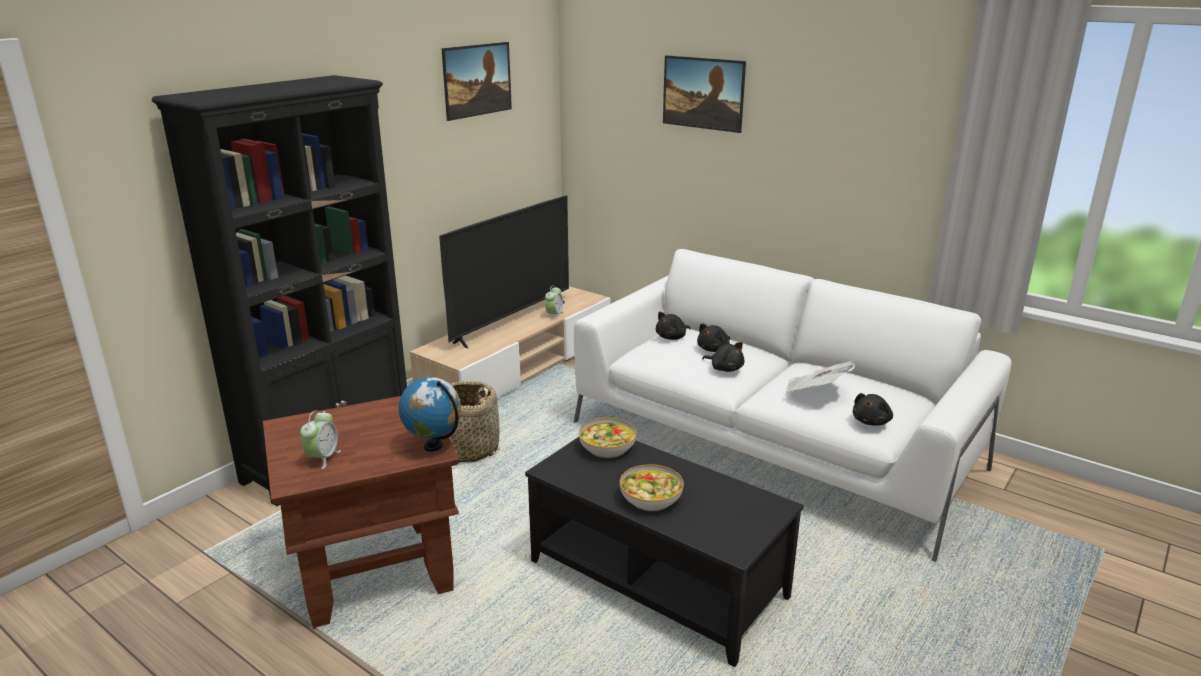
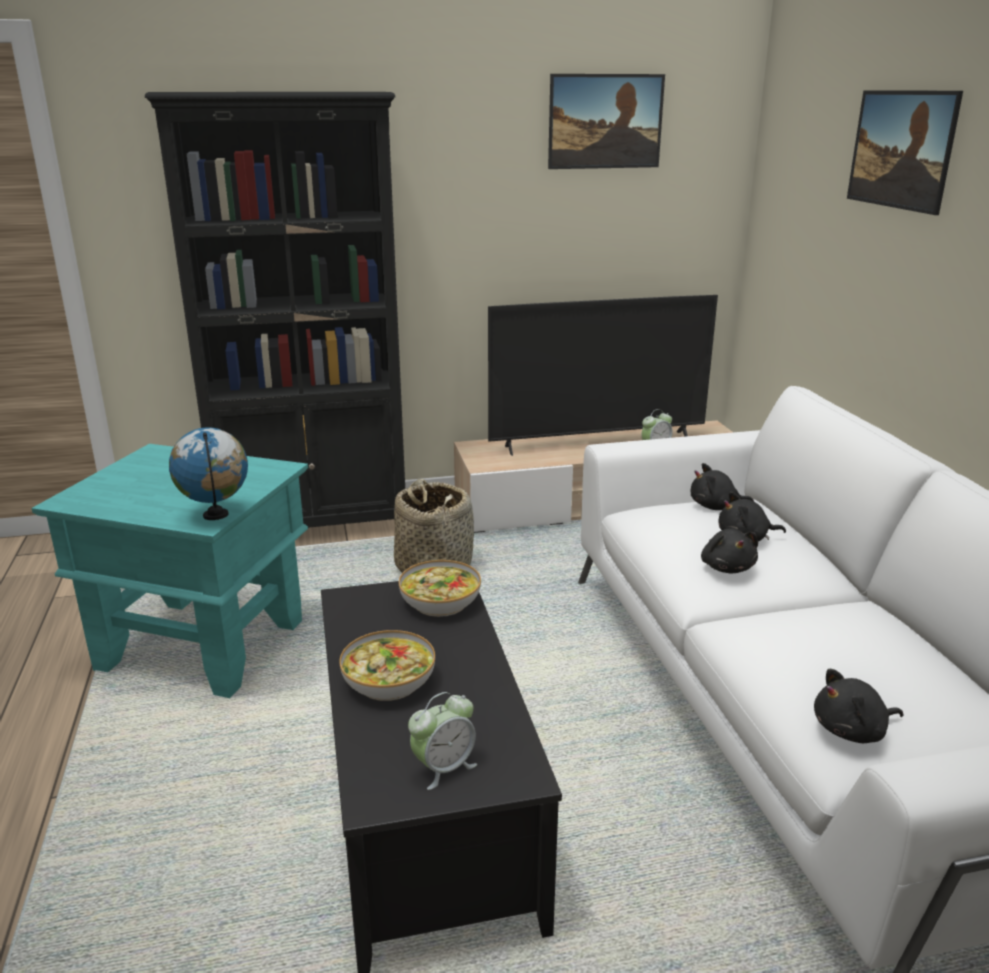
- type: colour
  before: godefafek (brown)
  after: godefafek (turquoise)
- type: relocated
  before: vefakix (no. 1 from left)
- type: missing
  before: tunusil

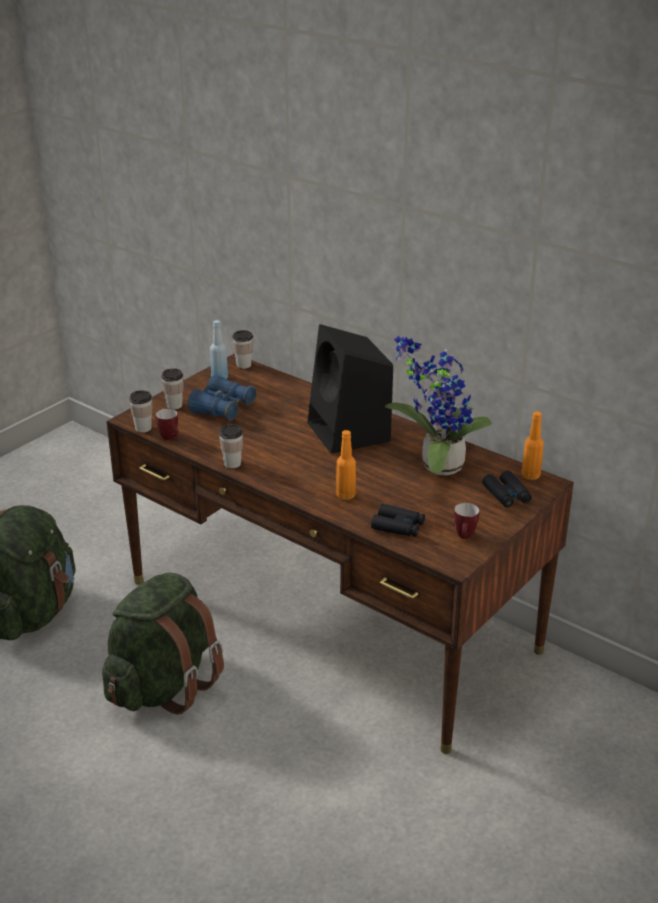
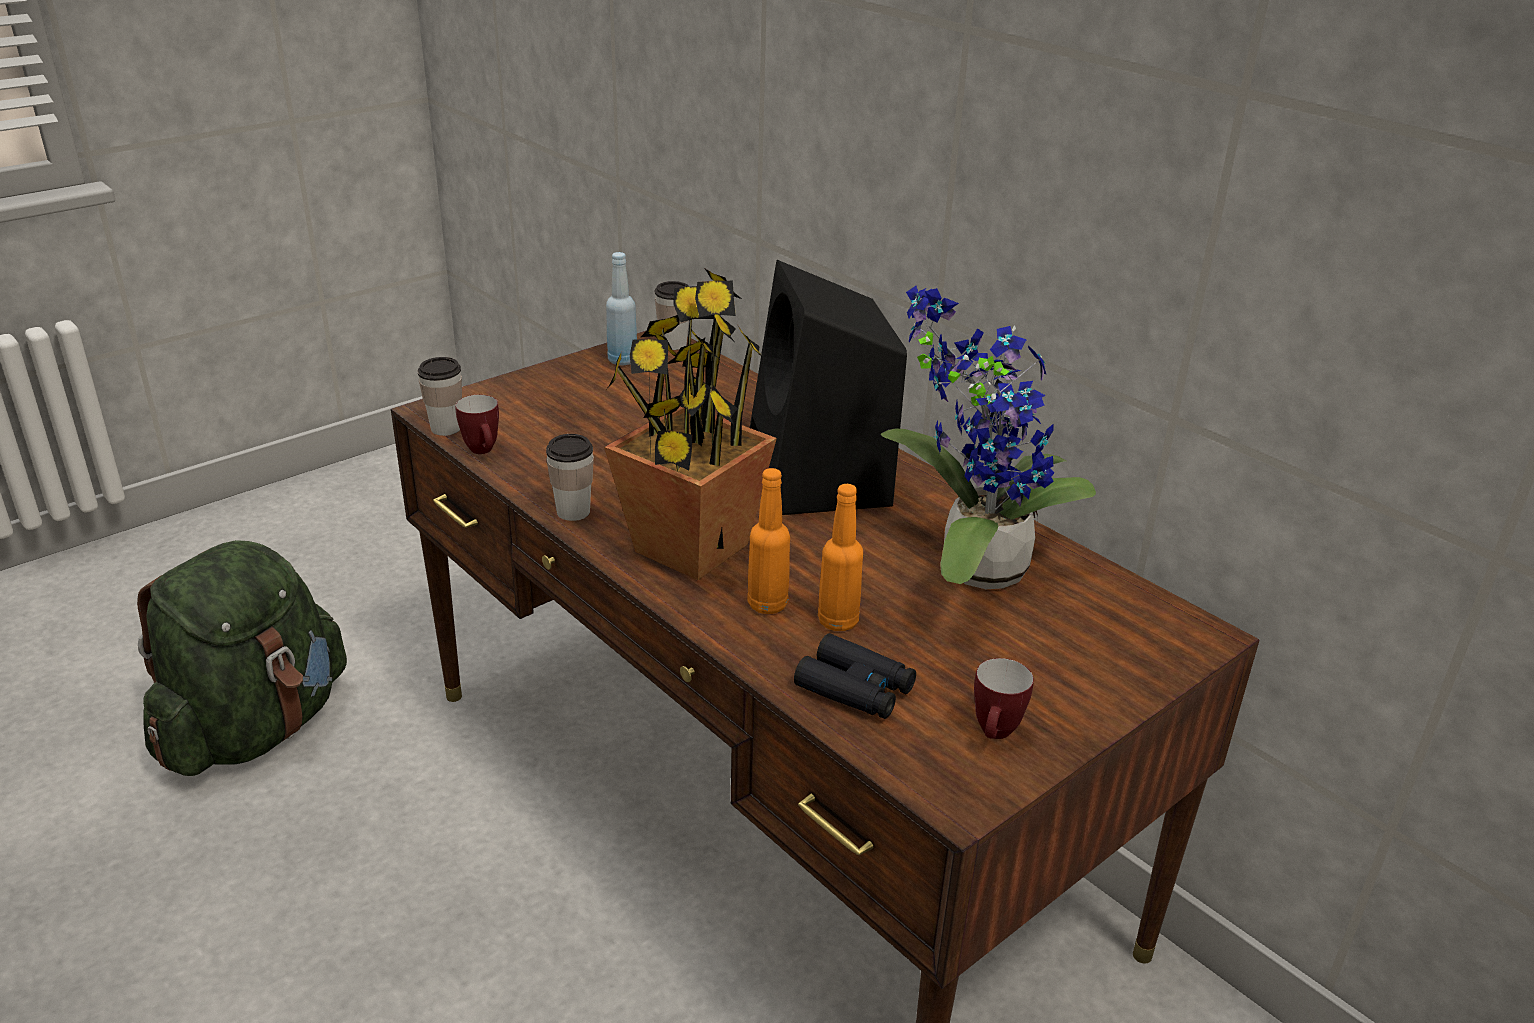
- type: missing
  before: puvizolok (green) (no. 2 from left)
- type: missing
  before: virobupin (no. 2 from left)
- type: missing
  before: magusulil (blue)
- type: missing
  before: magusulil (black) (no. 2 from left)
- type: relocated
  before: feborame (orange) (no. 2 from left)
- type: appeared
  after: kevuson (no. 1 from left)

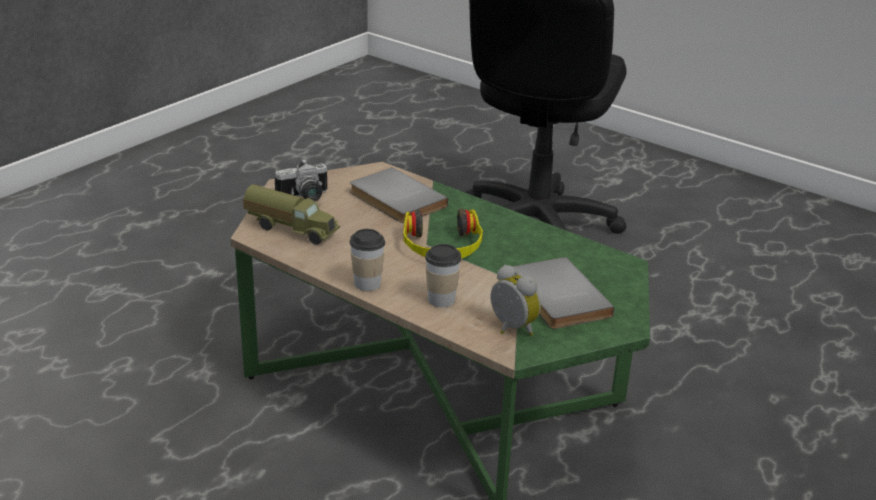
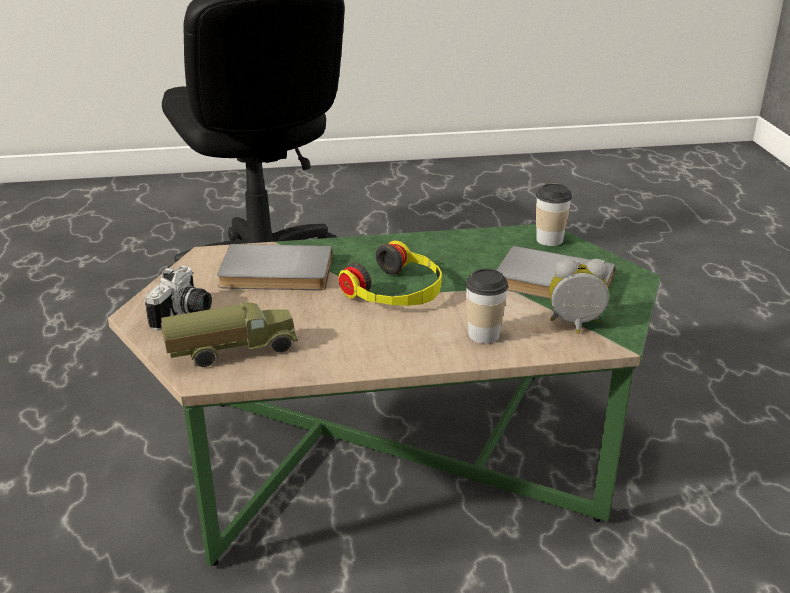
- type: relocated
  before: virobupin (no. 1 from left in the first image)
  after: virobupin (no. 2 from left)

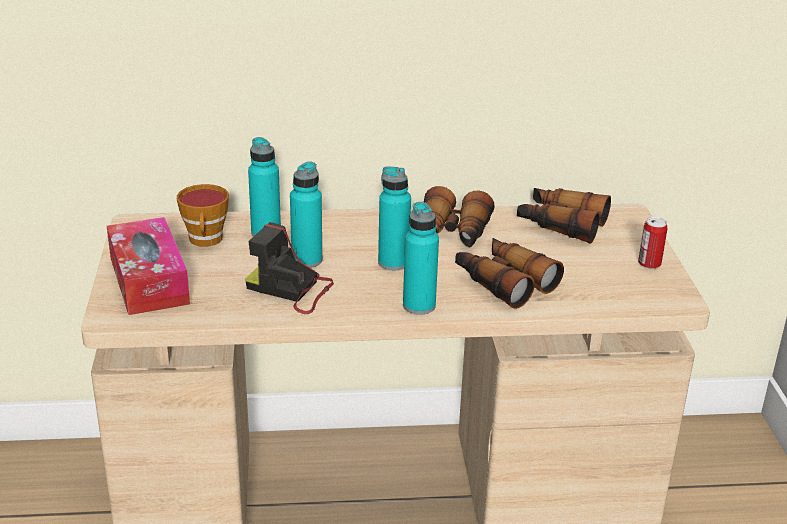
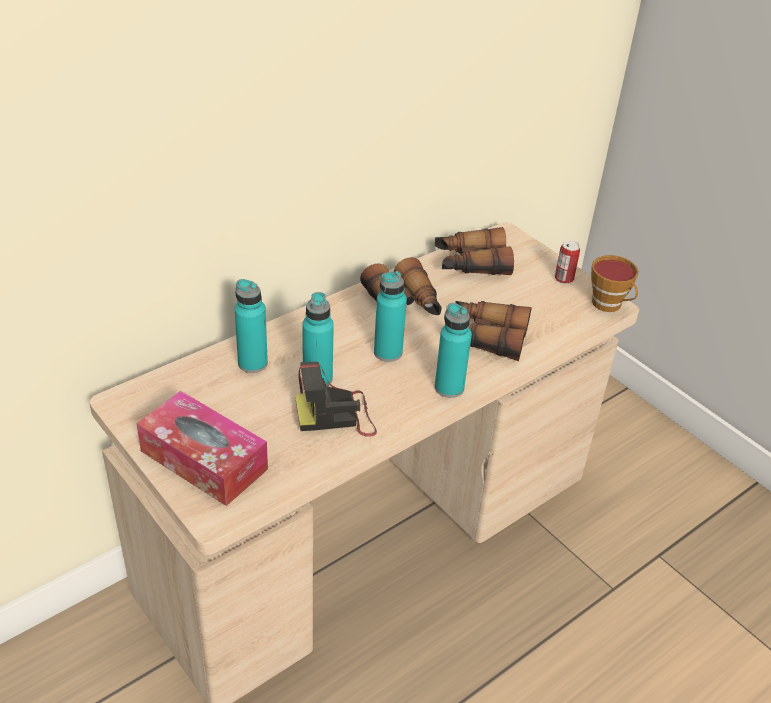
- type: relocated
  before: virobupin

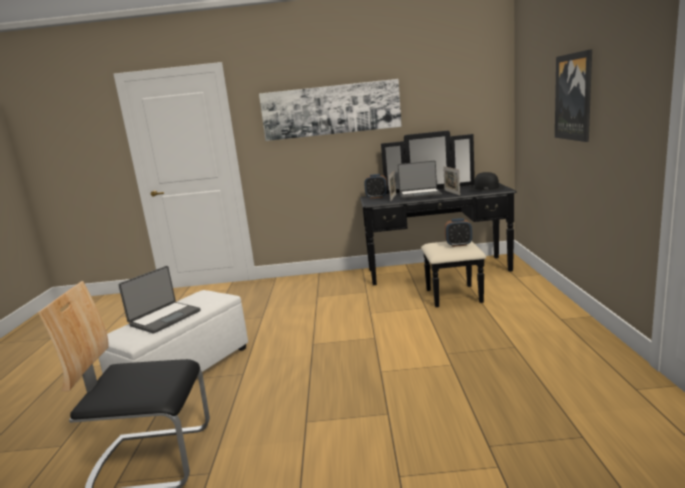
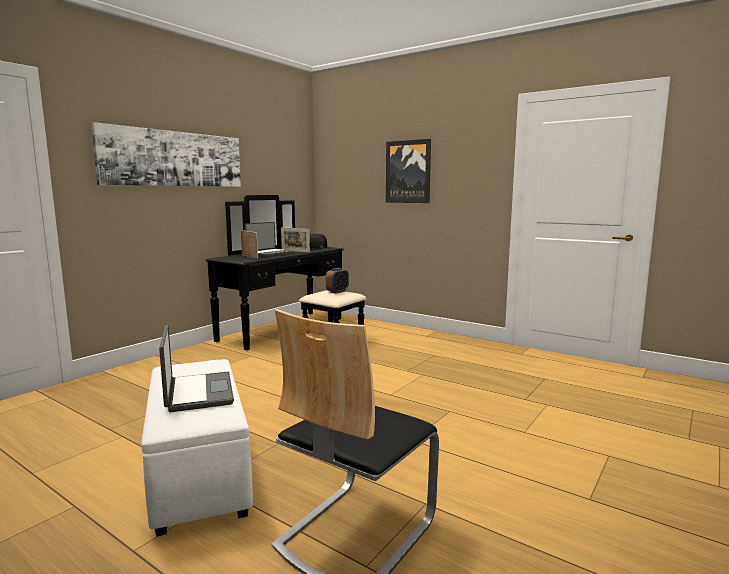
- type: missing
  before: vefakix (no. 1 from left)

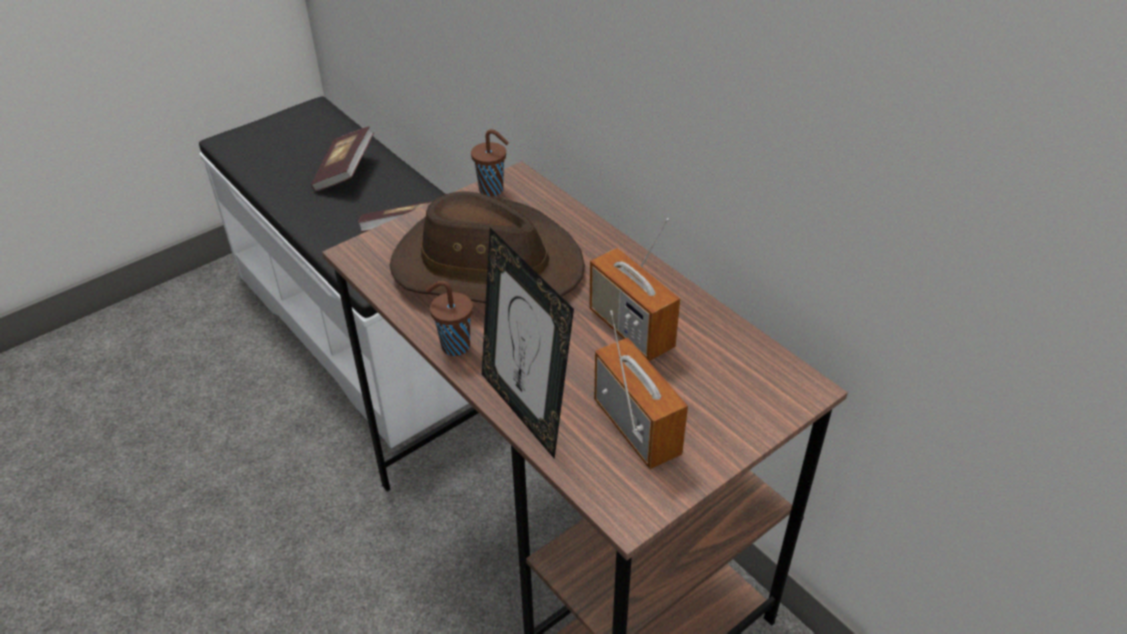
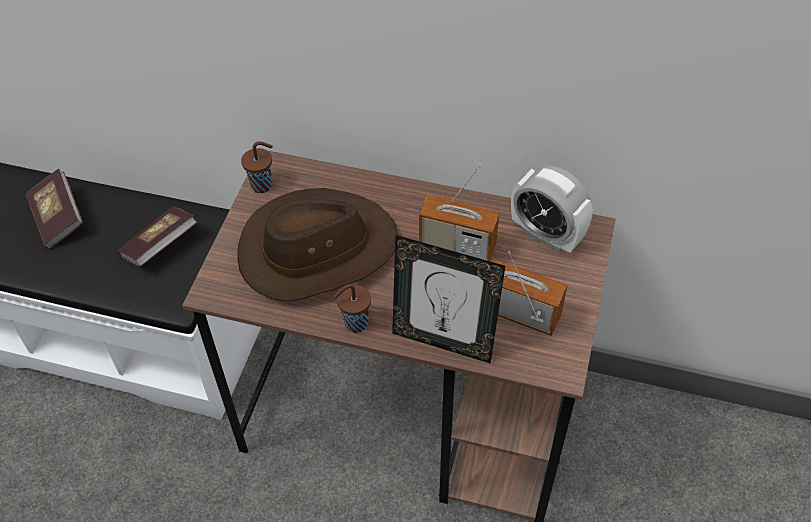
- type: appeared
  after: vefakix

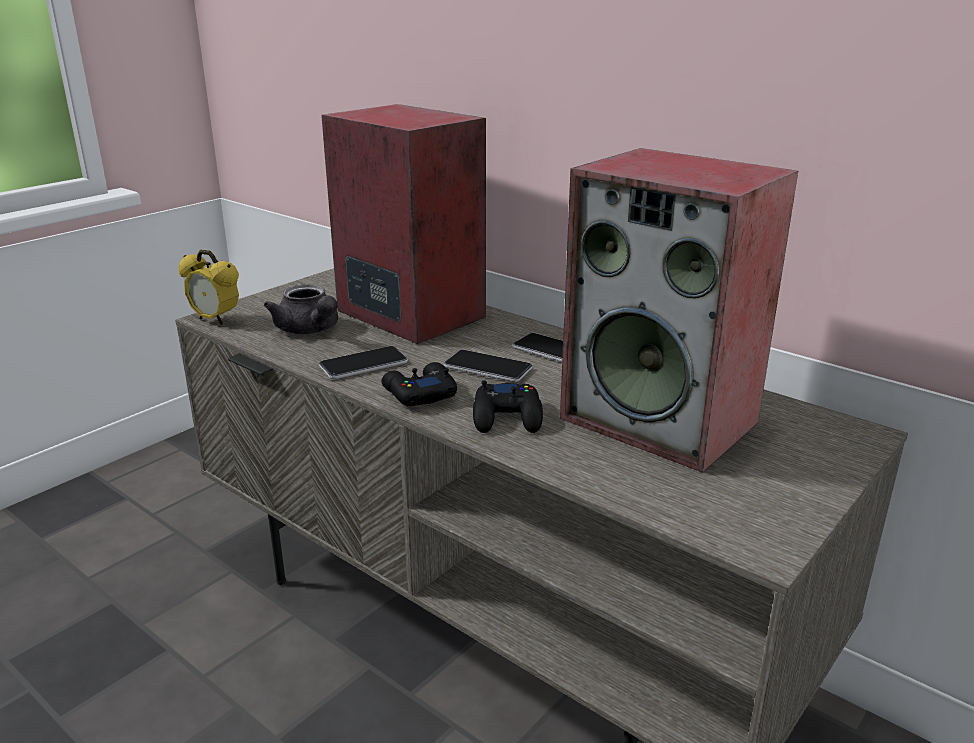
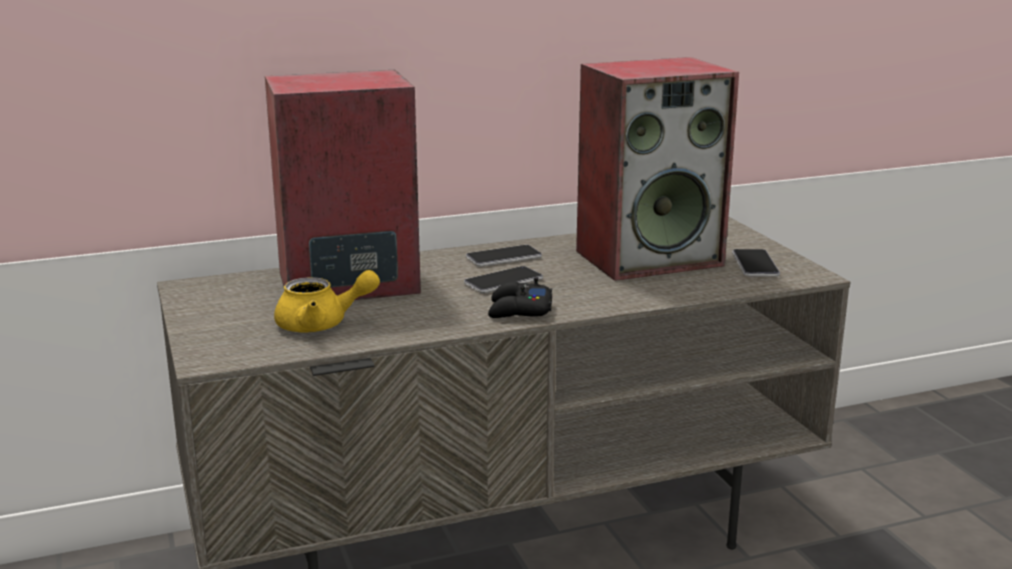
- type: missing
  before: vefakix
- type: colour
  before: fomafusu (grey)
  after: fomafusu (yellow)
- type: relocated
  before: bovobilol (no. 1 from left in the first image)
  after: bovobilol (no. 3 from left)
- type: missing
  before: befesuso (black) (no. 2 from left)

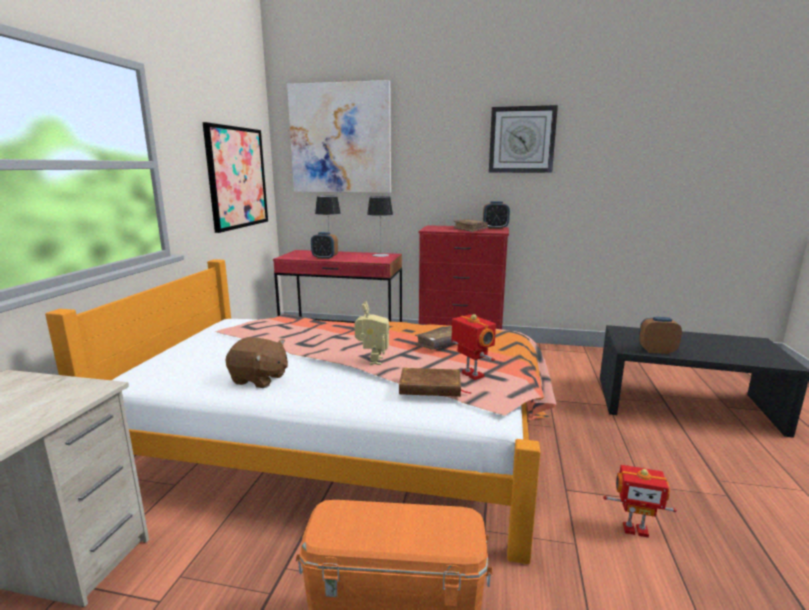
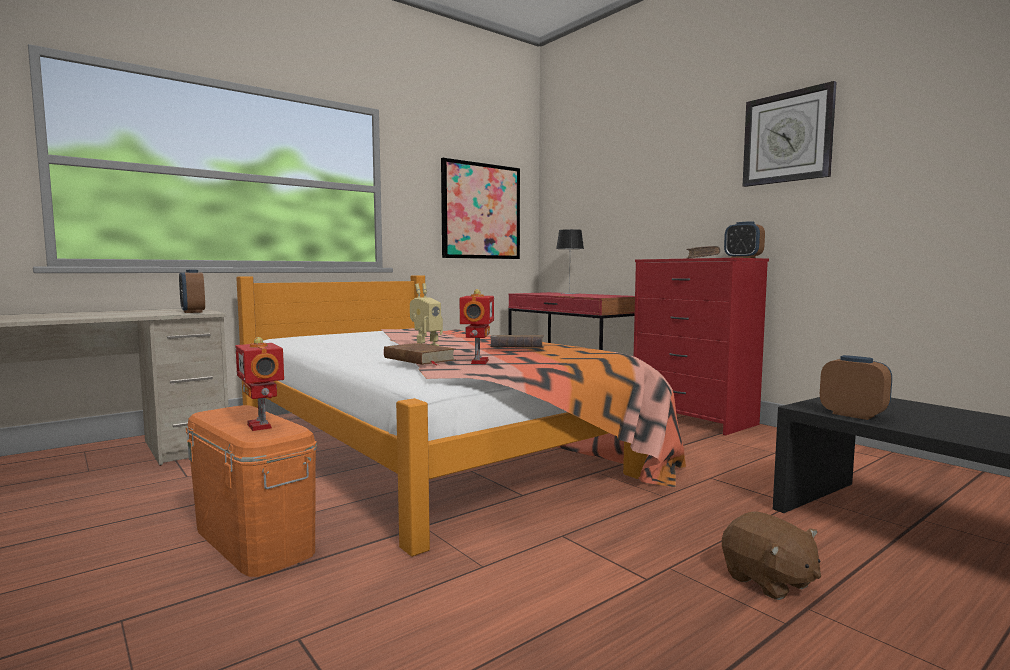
- type: relocated
  before: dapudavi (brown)
- type: missing
  before: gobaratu (no. 2 from left)
- type: relocated
  before: vefakix (no. 1 from left)
- type: missing
  before: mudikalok (no. 2 from left)
- type: relocated
  before: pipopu (no. 3 from left in the first image)
  after: pipopu (no. 1 from left)

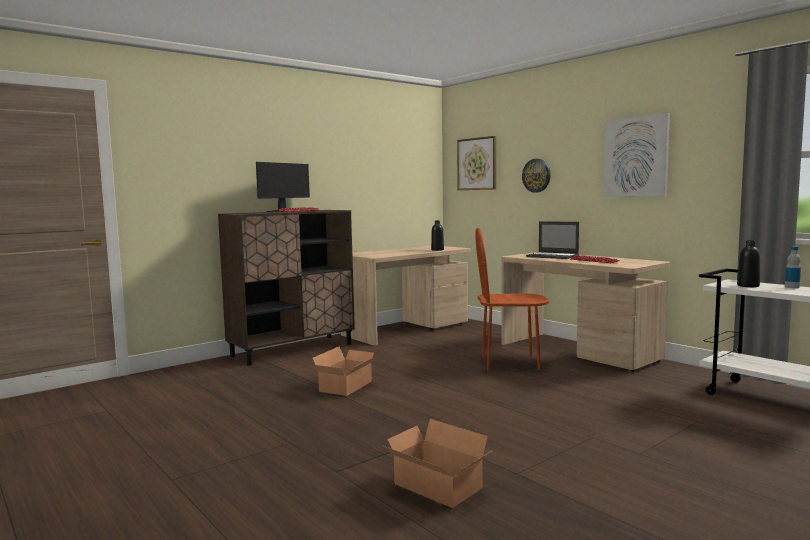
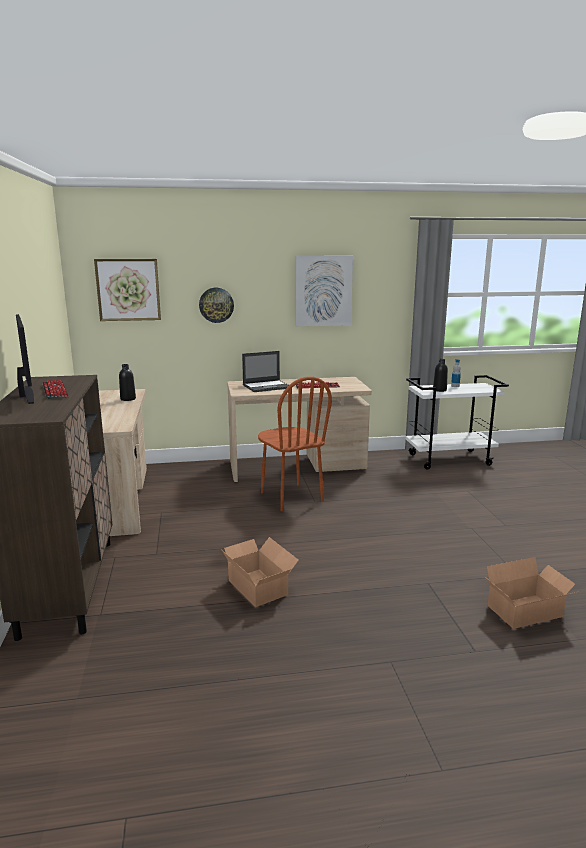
- type: spun
  before: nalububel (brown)
  turn: -60

